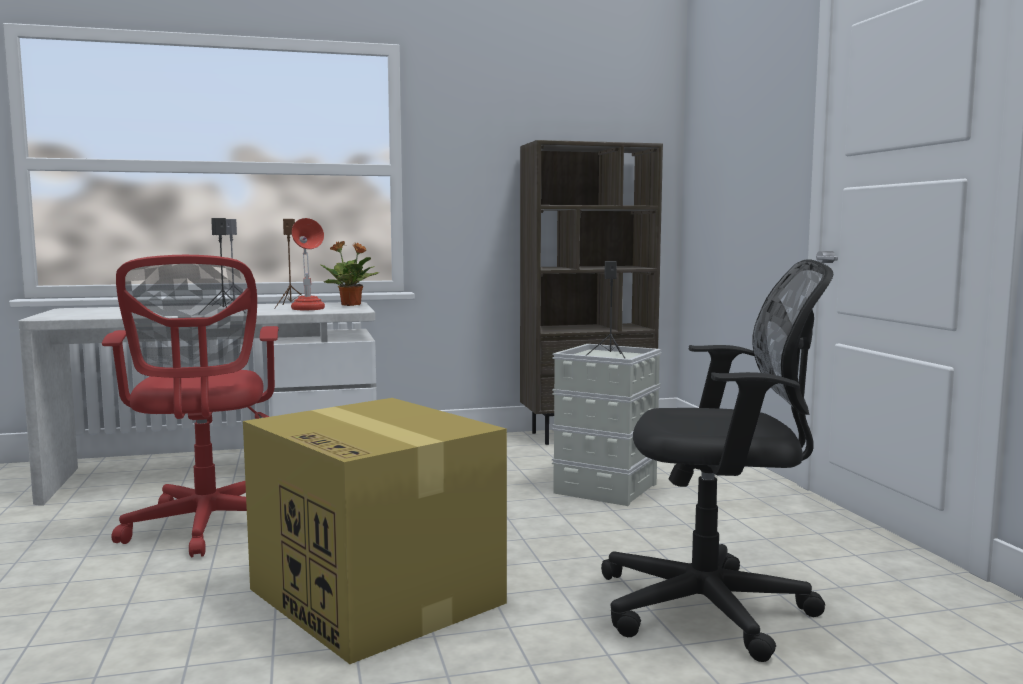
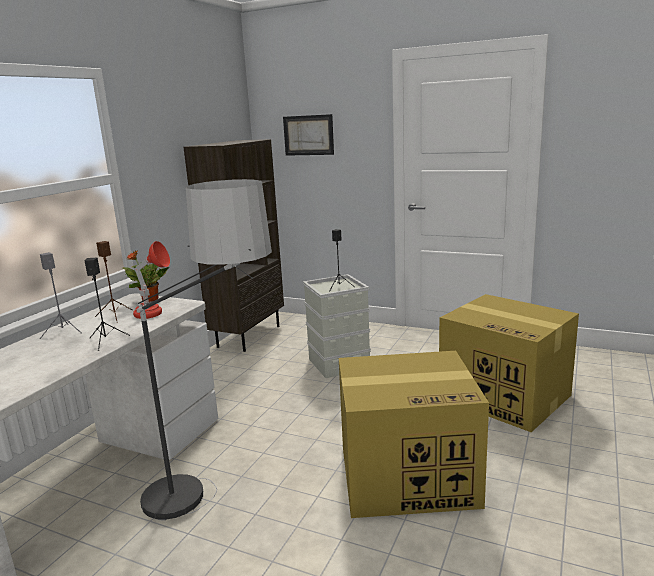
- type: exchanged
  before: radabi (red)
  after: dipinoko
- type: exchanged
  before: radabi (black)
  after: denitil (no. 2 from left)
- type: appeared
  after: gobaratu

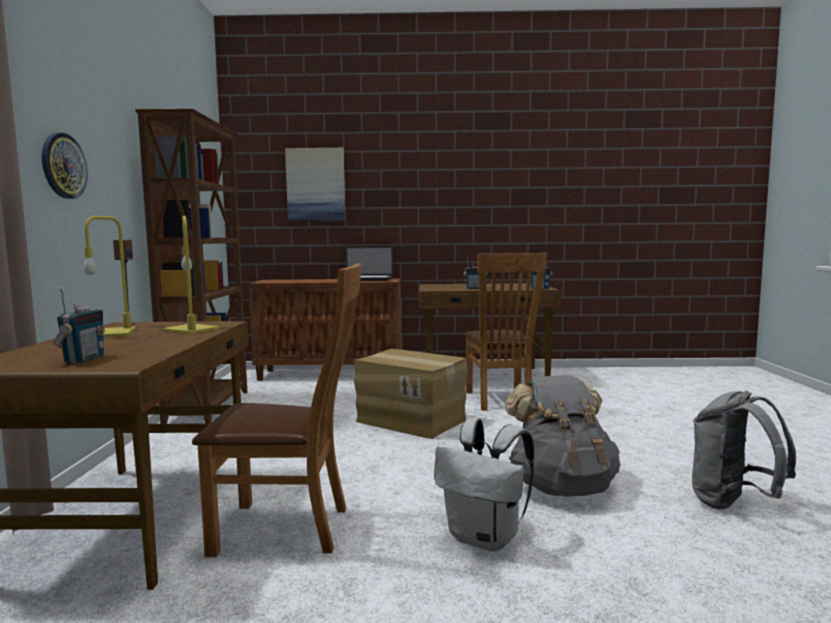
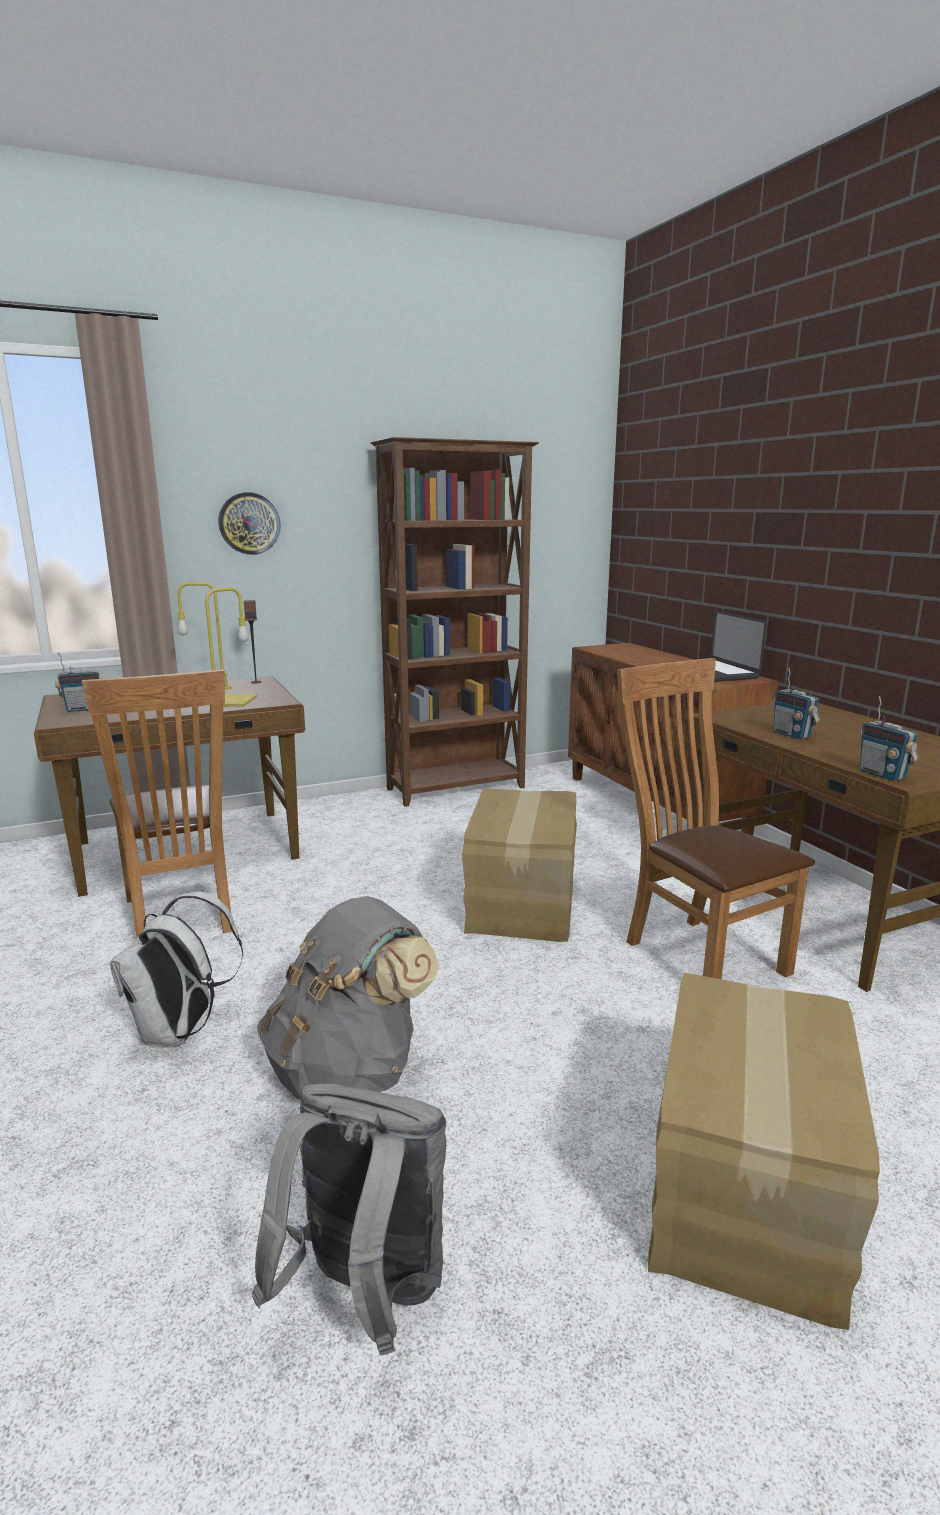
- type: missing
  before: gobaratu
- type: spun
  before: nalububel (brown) (no. 2 from left)
  turn: 90
- type: appeared
  after: denitil (no. 2 from left)

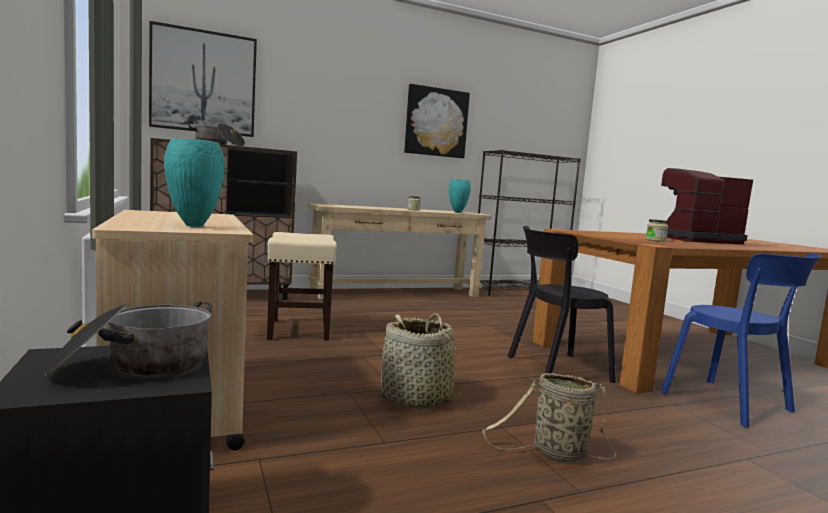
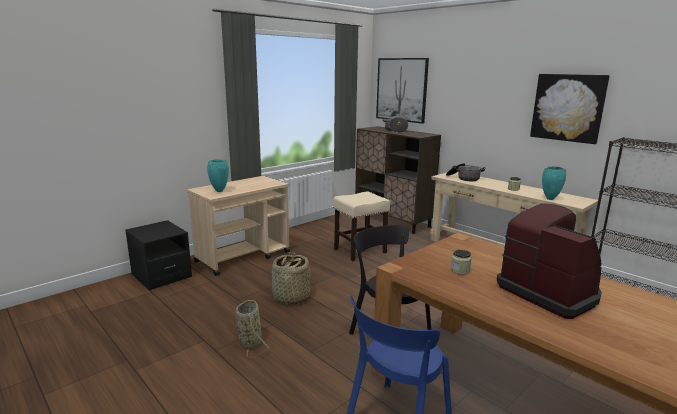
- type: relocated
  before: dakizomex (no. 1 from left in the first image)
  after: dakizomex (no. 2 from left)

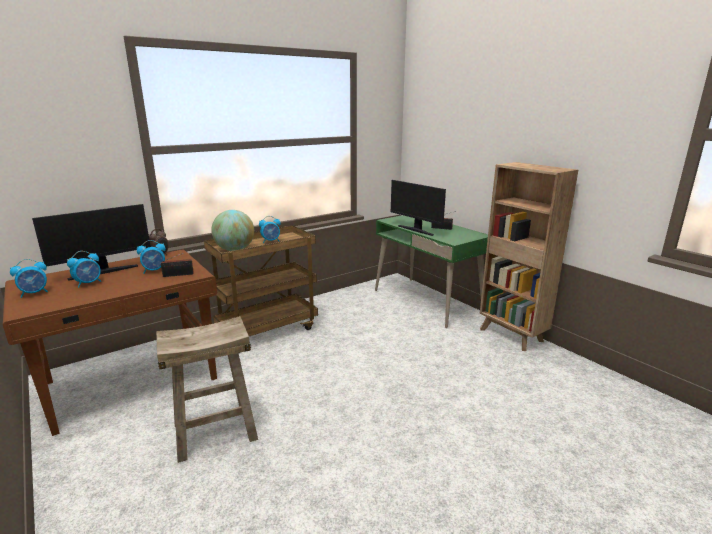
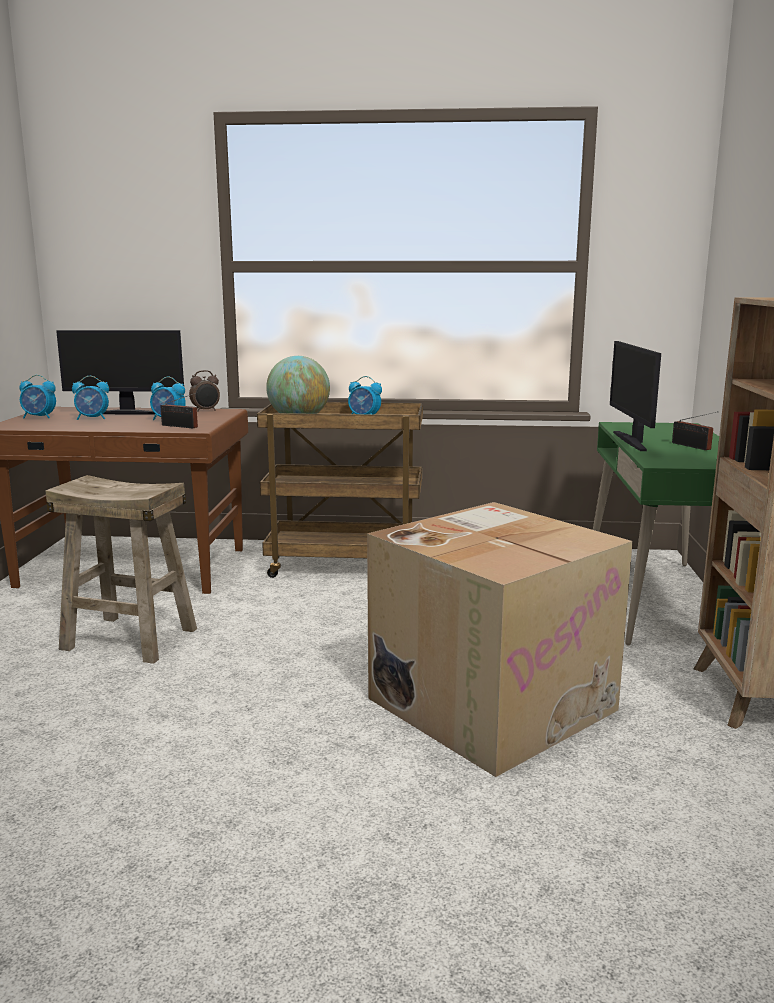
- type: appeared
  after: denitil

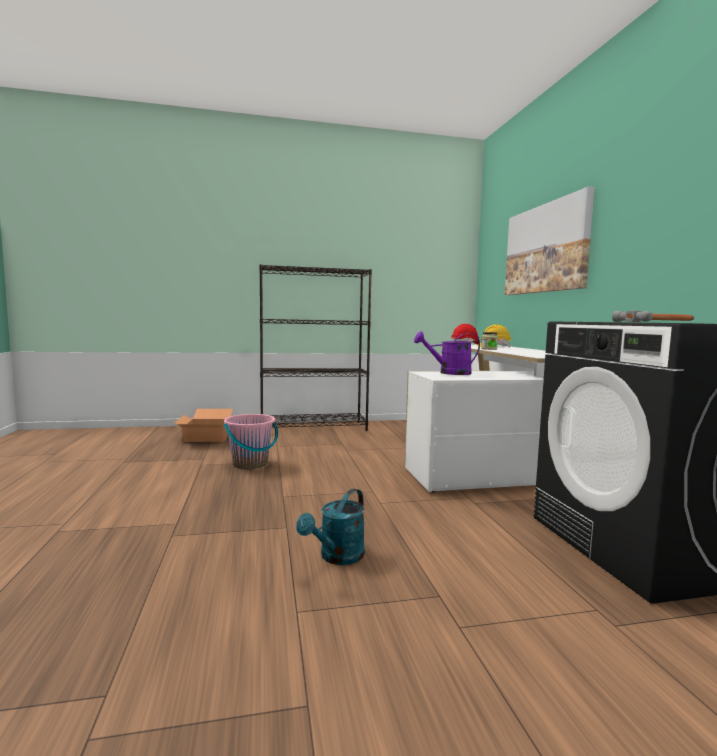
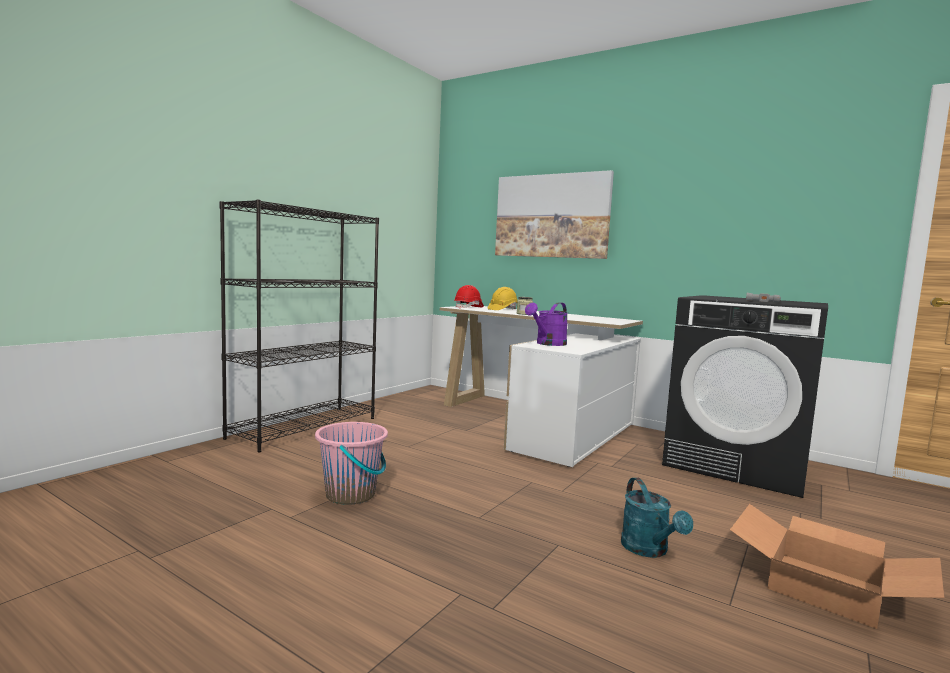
- type: relocated
  before: denitil

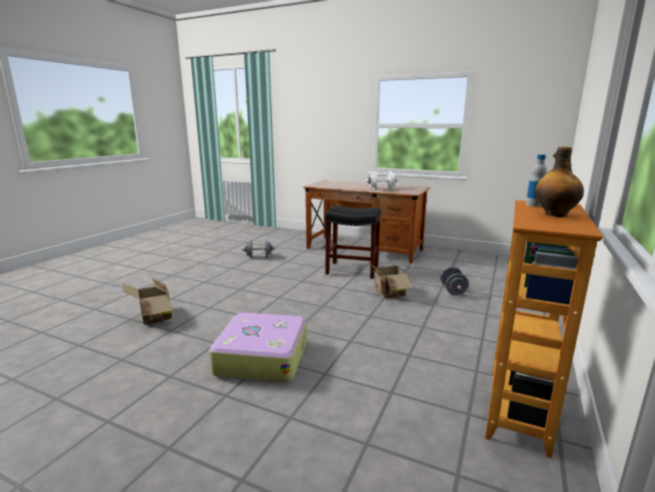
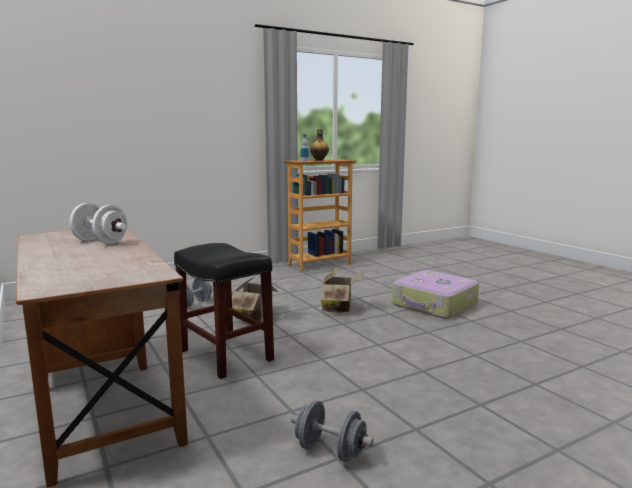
- type: relocated
  before: denitil (no. 1 from left in the first image)
  after: denitil (no. 2 from left)

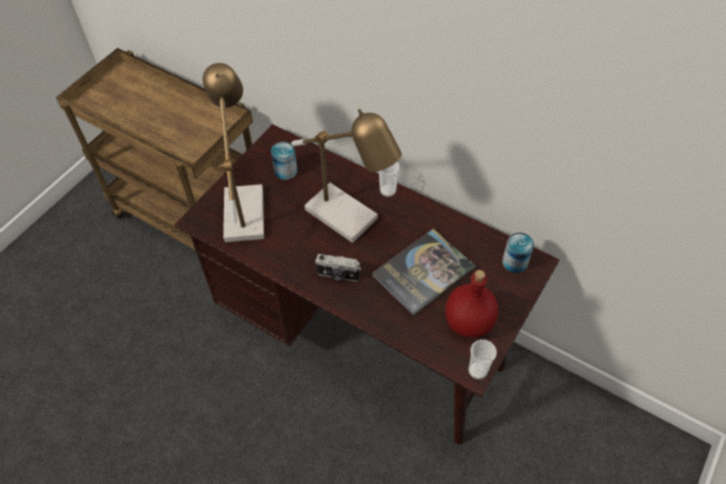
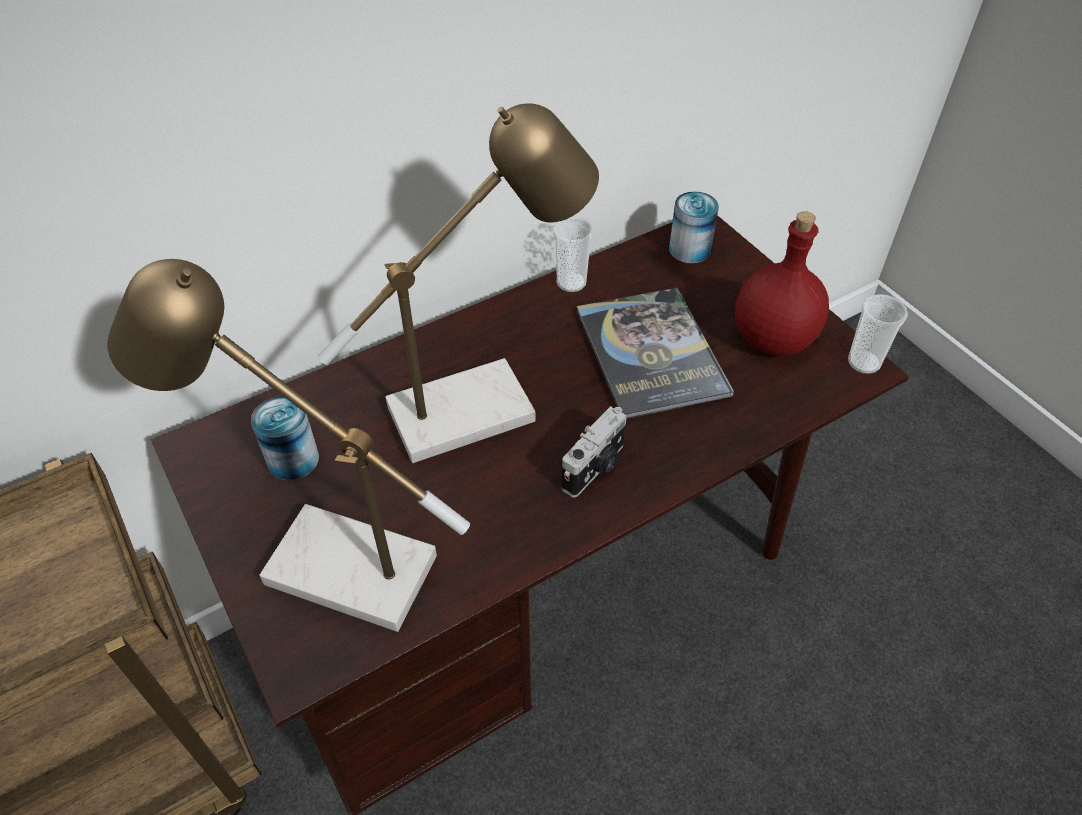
- type: relocated
  before: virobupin (no. 1 from left)

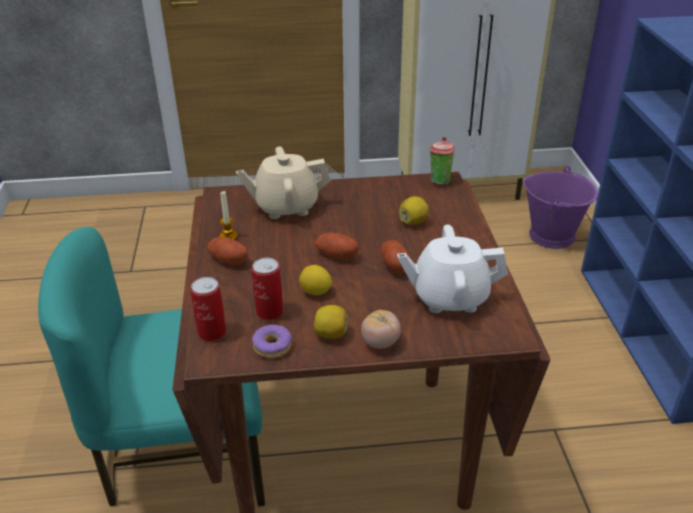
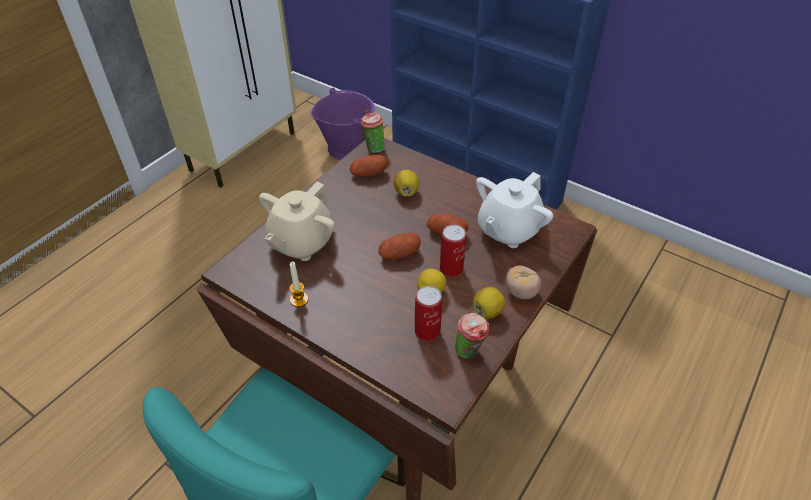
- type: relocated
  before: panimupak (no. 1 from left in the first image)
  after: panimupak (no. 2 from left)
- type: relocated
  before: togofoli (no. 1 from left)
- type: exchanged
  before: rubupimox
  after: virobupin (no. 2 from left)

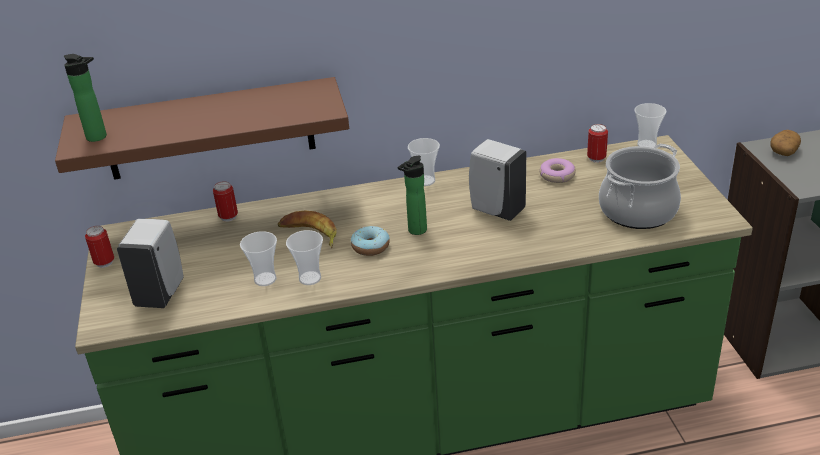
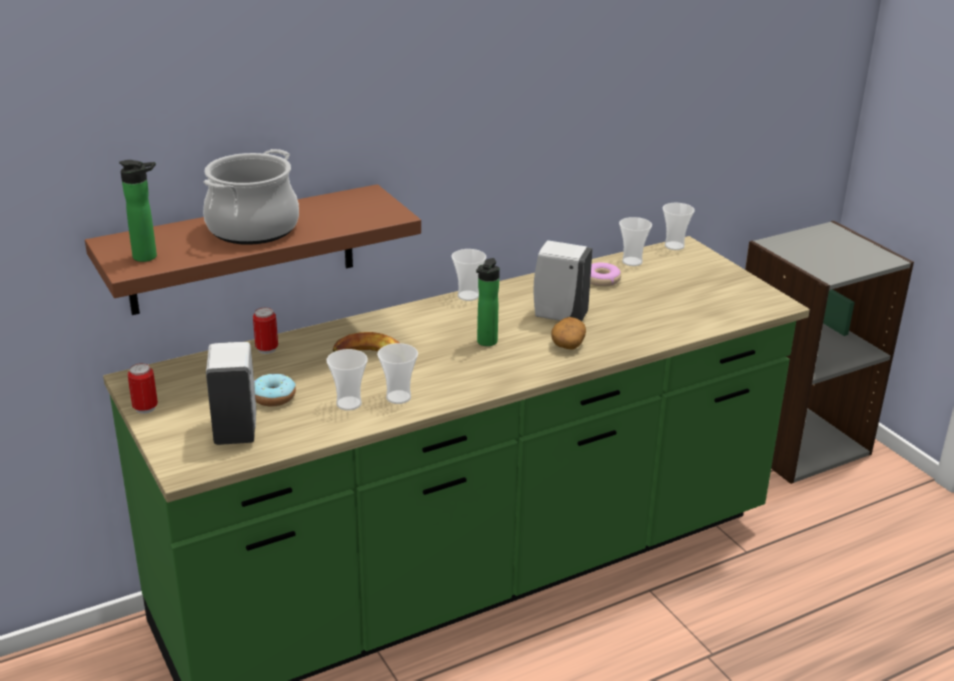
- type: relocated
  before: rubupimox (no. 1 from left)
- type: exchanged
  before: panimupak (no. 3 from left)
  after: virobupin (no. 4 from left)
- type: relocated
  before: dakizomex
- type: relocated
  before: togofoli

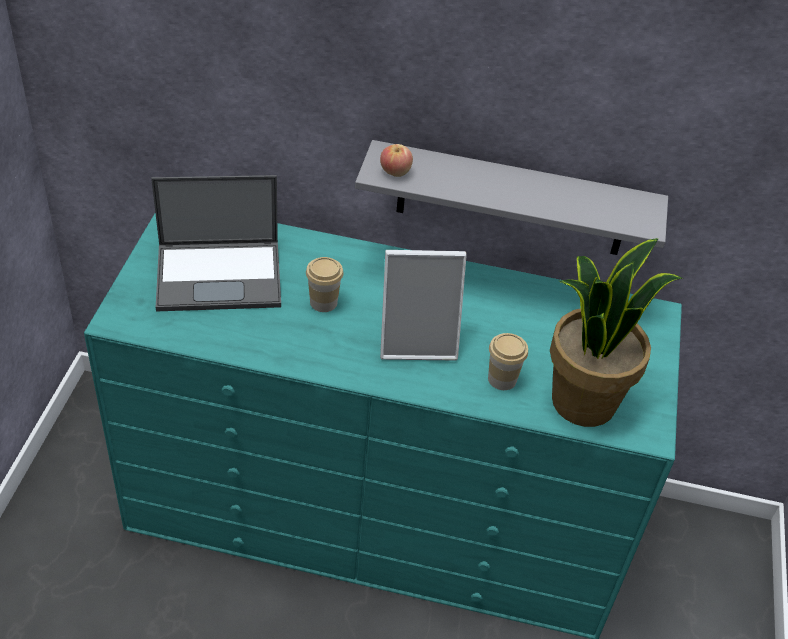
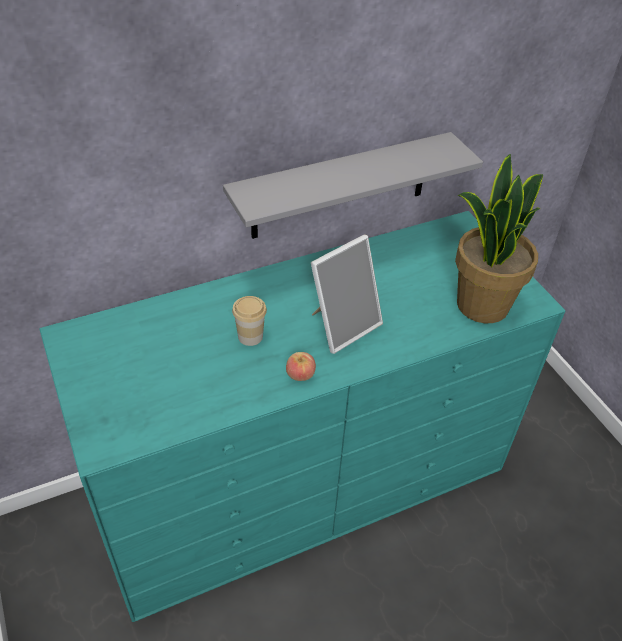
- type: missing
  before: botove
- type: relocated
  before: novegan
- type: missing
  before: virobupin (no. 2 from left)

